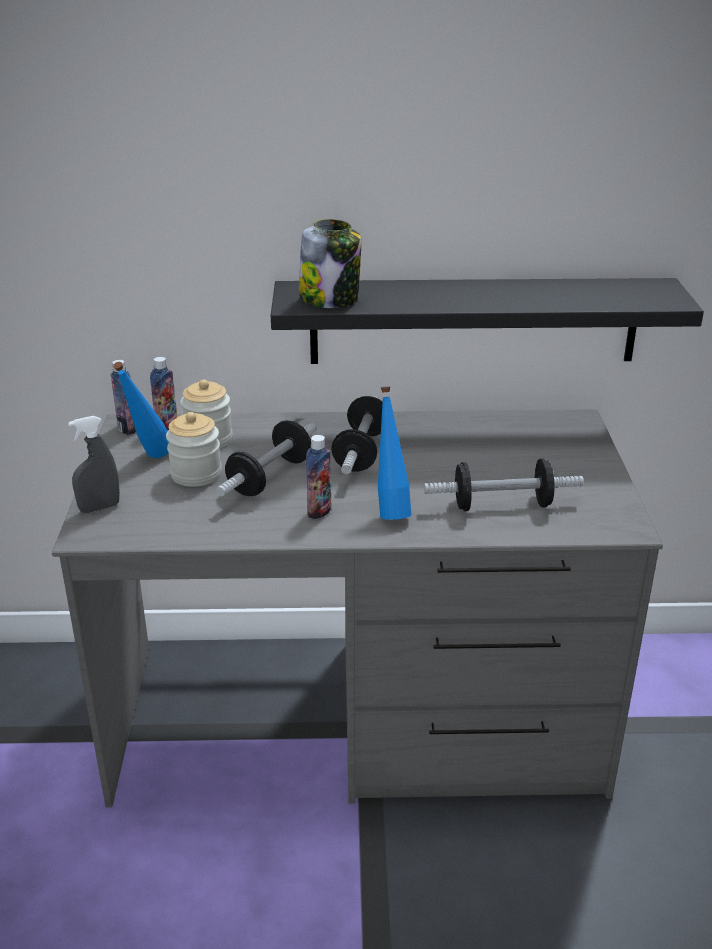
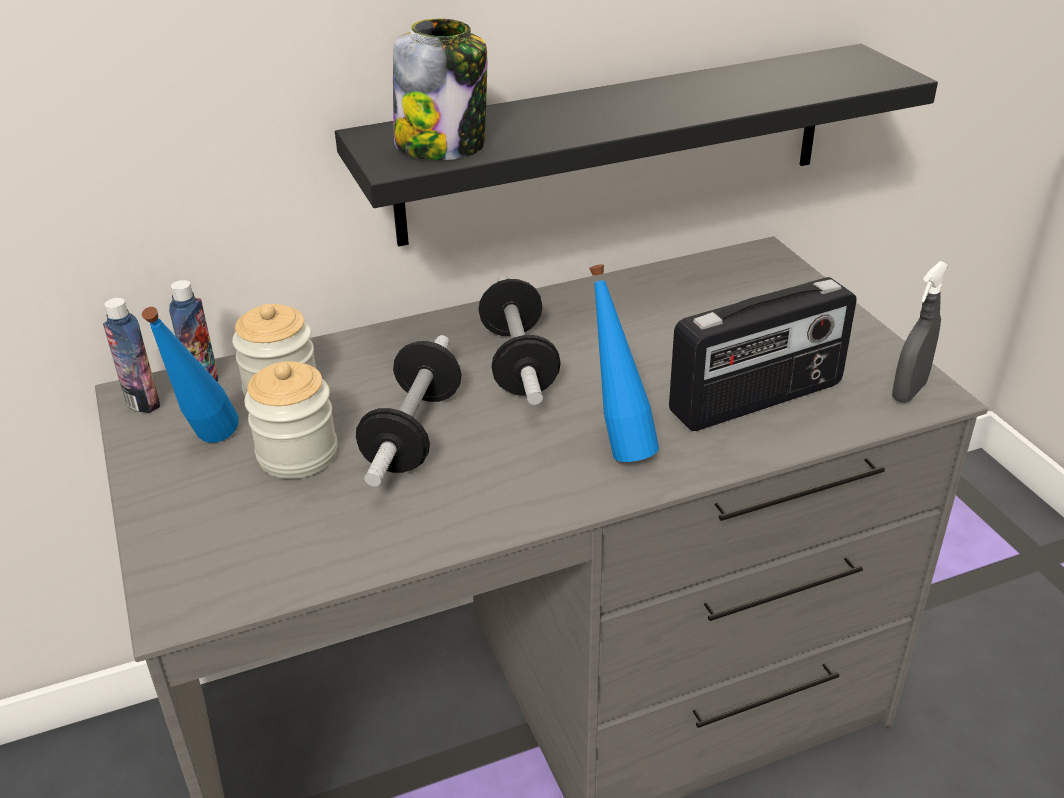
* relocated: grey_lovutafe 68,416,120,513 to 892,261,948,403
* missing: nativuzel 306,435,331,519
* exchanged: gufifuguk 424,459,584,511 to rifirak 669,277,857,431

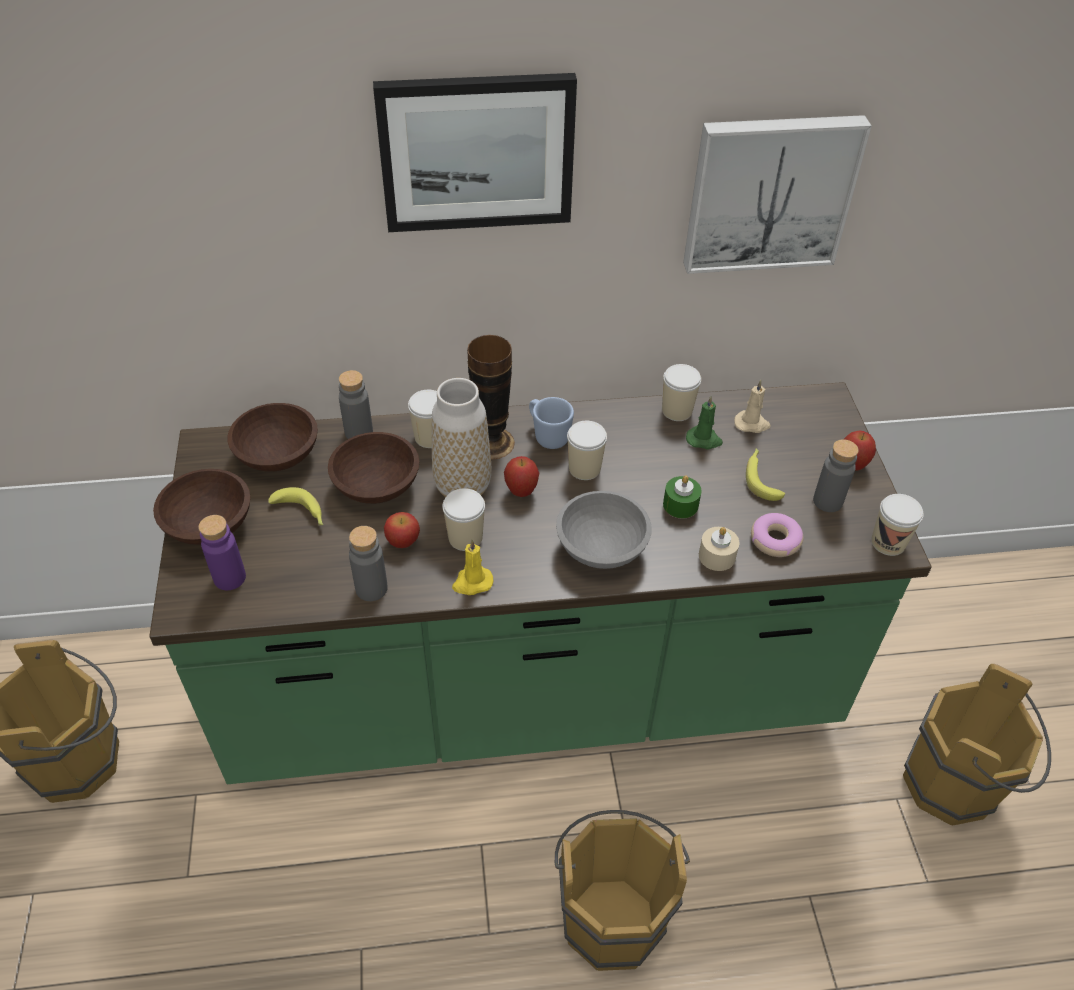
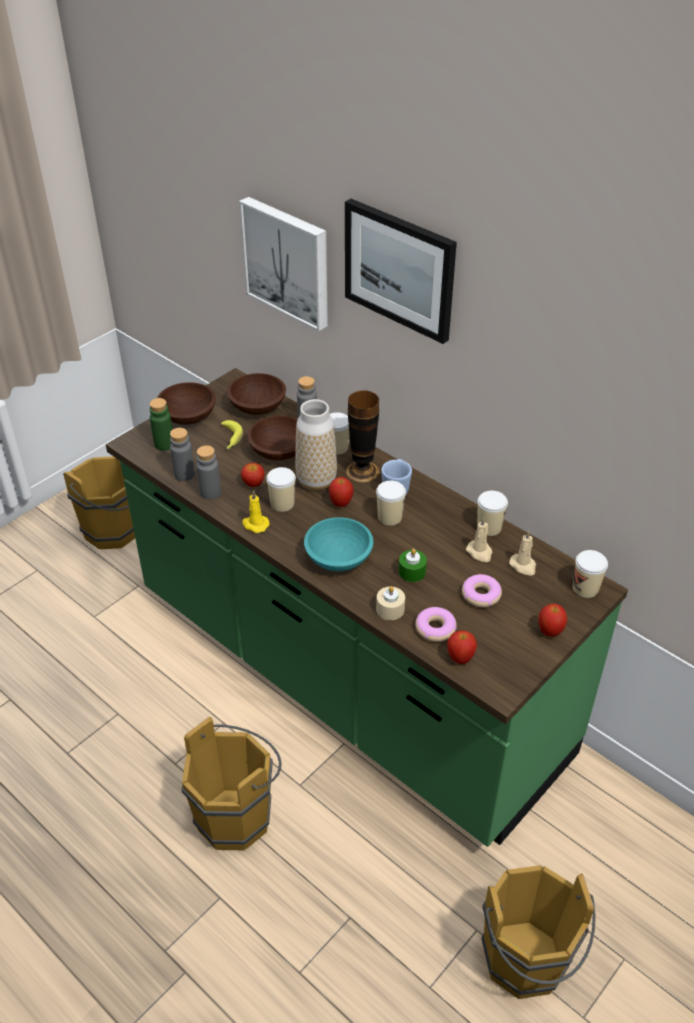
* colour: purple_nativuzel 198,515,246,590 to green_nativuzel 150,398,173,451
* colour: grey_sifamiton 556,491,652,569 to turquoise_sifamiton 304,517,373,571
* relocated: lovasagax 683,115,872,274 to 239,197,328,331
* colour: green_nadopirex 686,396,723,450 to beige_nadopirex 466,517,492,562
* exchanged: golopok 746,448,785,501 to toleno 462,574,502,607
* relocated: grey_nativuzel 813,439,859,512 to 170,428,195,481
* relocated: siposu 871,494,924,556 to 573,550,608,598
* appeared: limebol 447,631,477,664

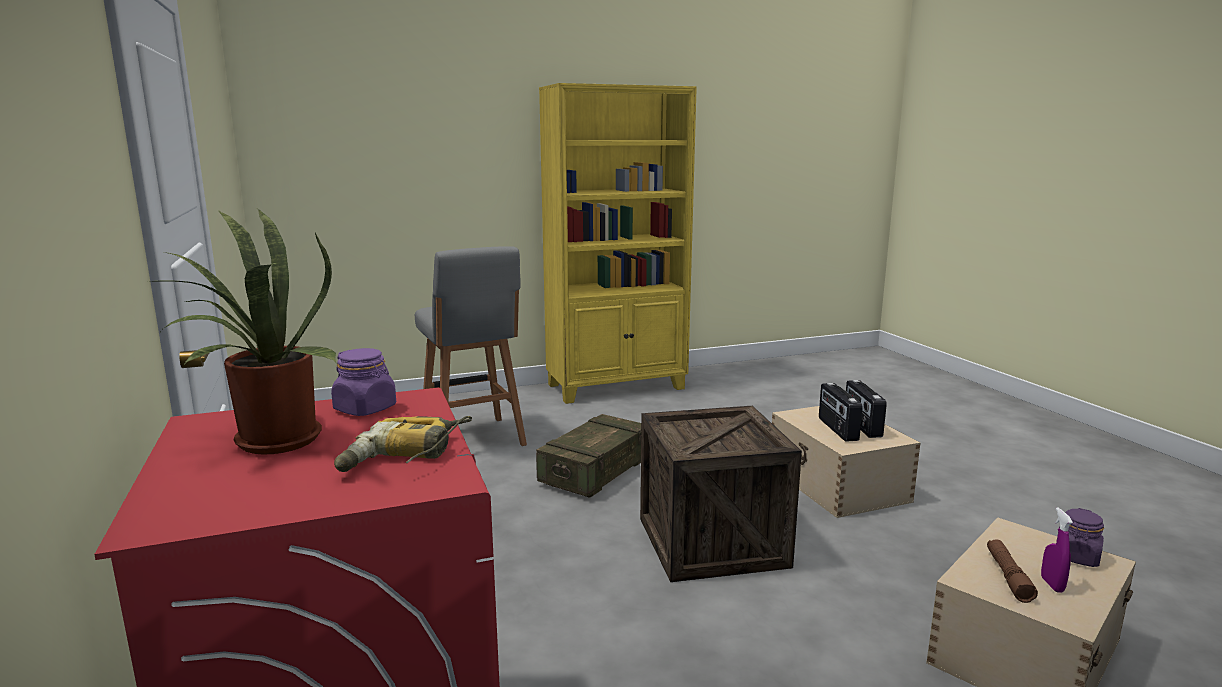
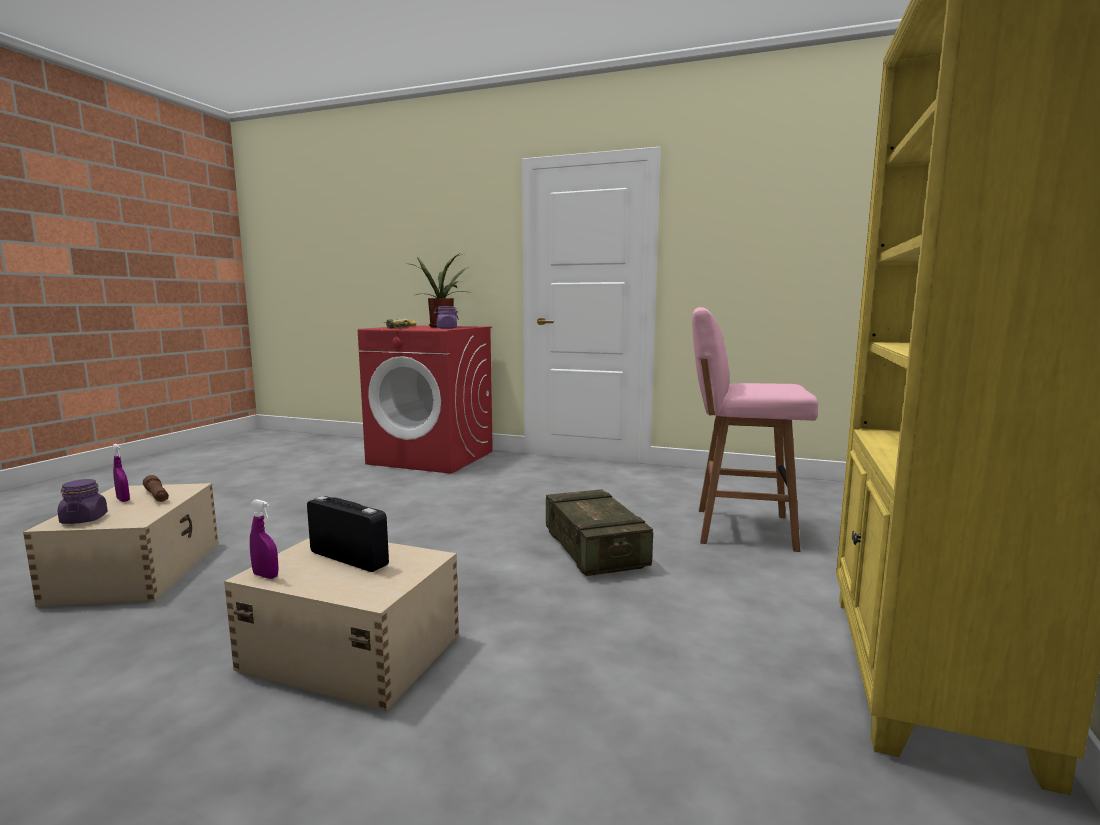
* colour: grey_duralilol 415,246,527,446 to pink_duralilol 692,307,818,552
* missing: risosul 640,406,802,582
* missing: rifirak 846,380,887,438
* appeared: purple_lovutafe 250,499,279,579

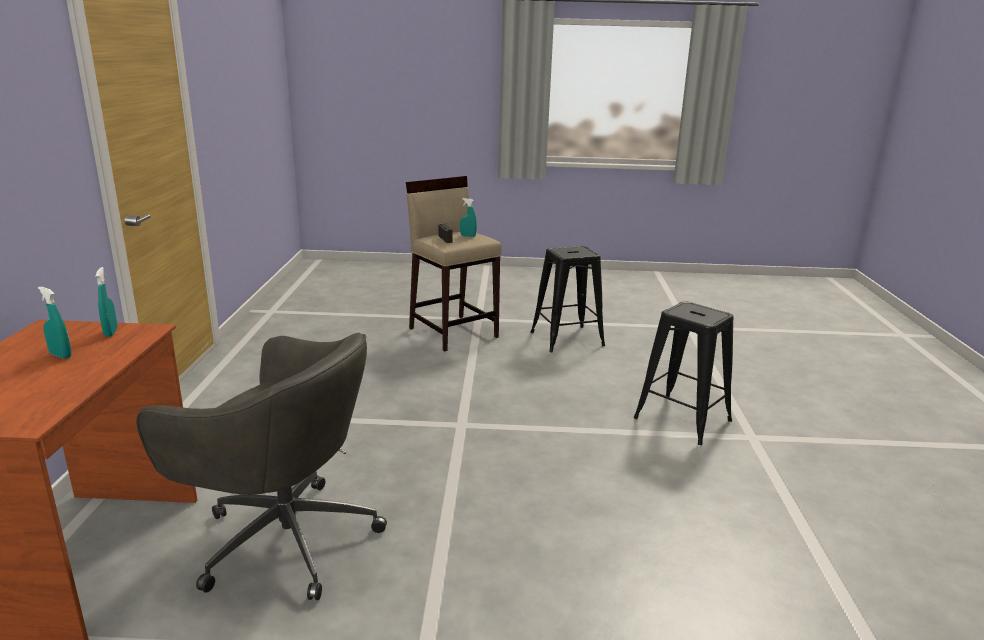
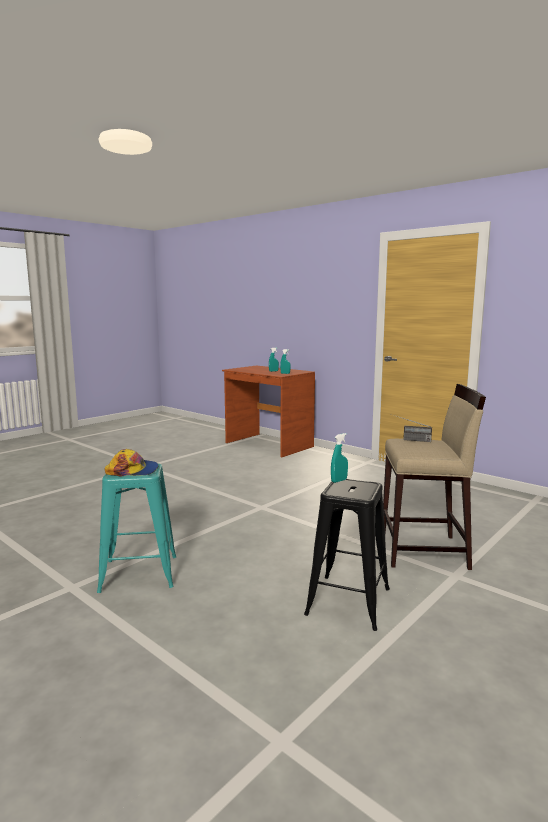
* missing: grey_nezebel 136,333,387,600
* relocated: turquoise_lovutafe 460,198,477,237 to 331,433,348,483
* colour: black_duralilol 633,302,734,445 to turquoise_duralilol 97,464,176,593
* appeared: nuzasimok 105,449,159,477

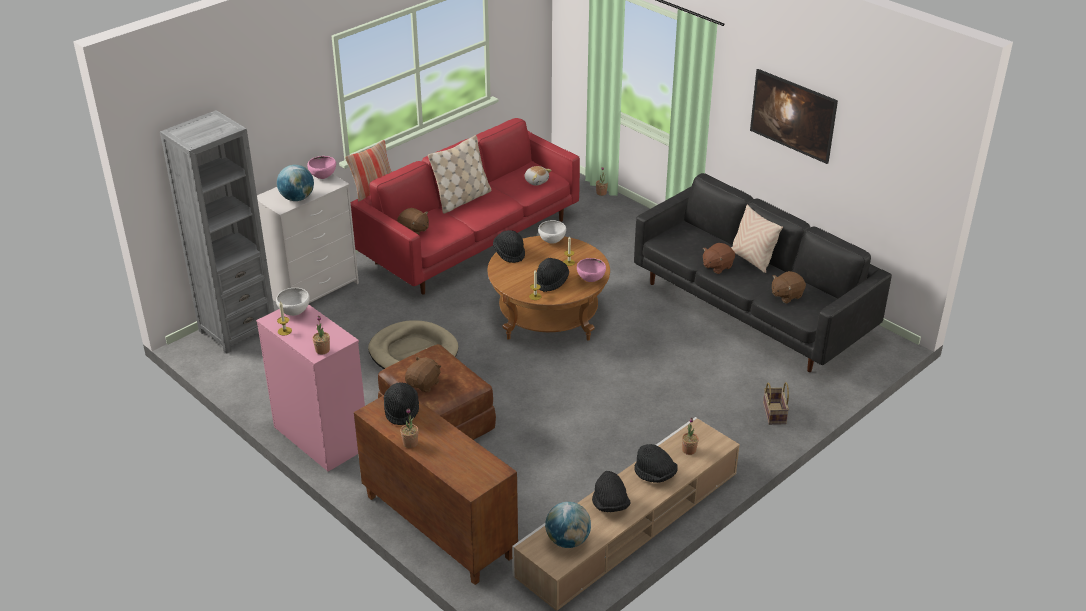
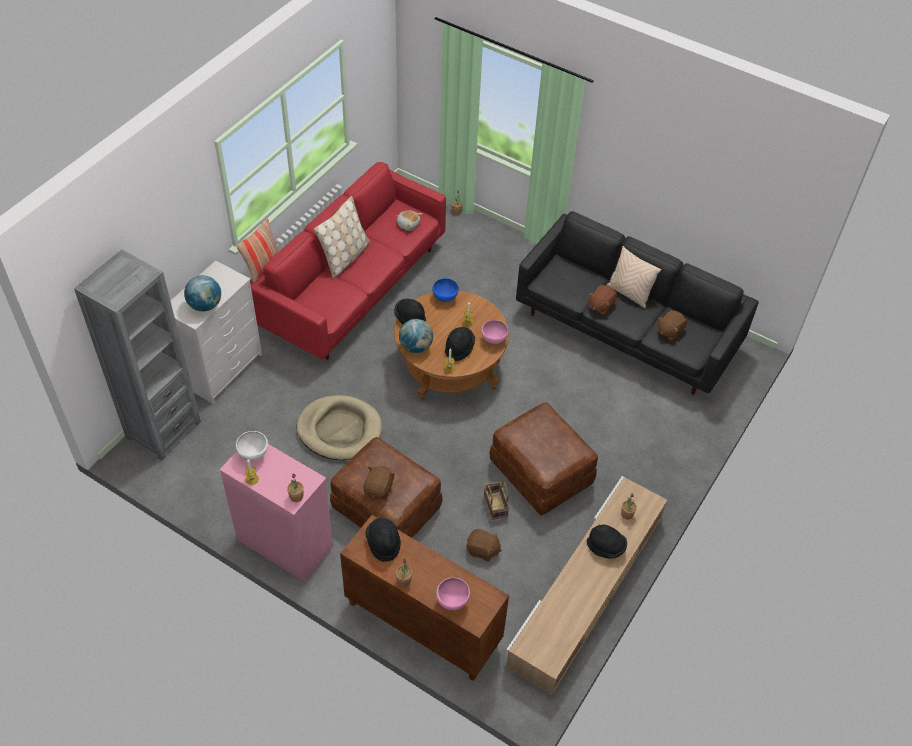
* relocated: pink_sifamiton 307,156,336,179 to 436,577,470,610
* relocated: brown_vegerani 397,208,429,235 to 467,529,502,562
* colour: white_sifamiton 538,220,566,244 to blue_sifamiton 432,278,459,302
* relocated: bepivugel 545,502,591,548 to 399,319,433,353
* missing: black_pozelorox 592,471,631,512
* missing: lovasagax 750,69,838,164
* relocated: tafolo 763,382,789,425 to 484,481,510,520
* appeared: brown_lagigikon 490,402,598,516

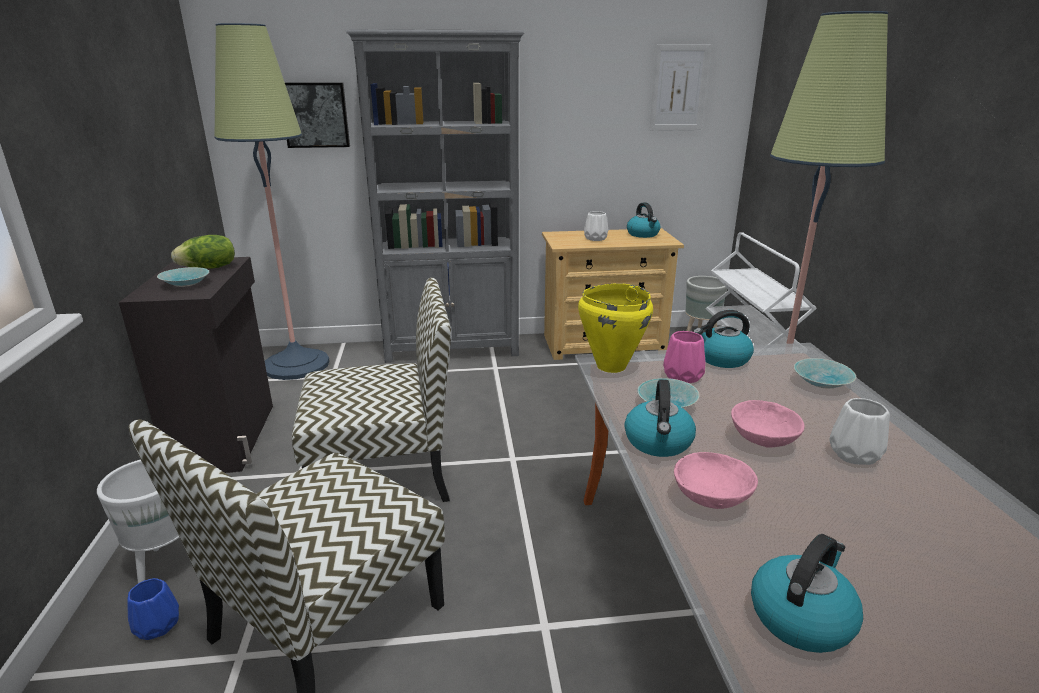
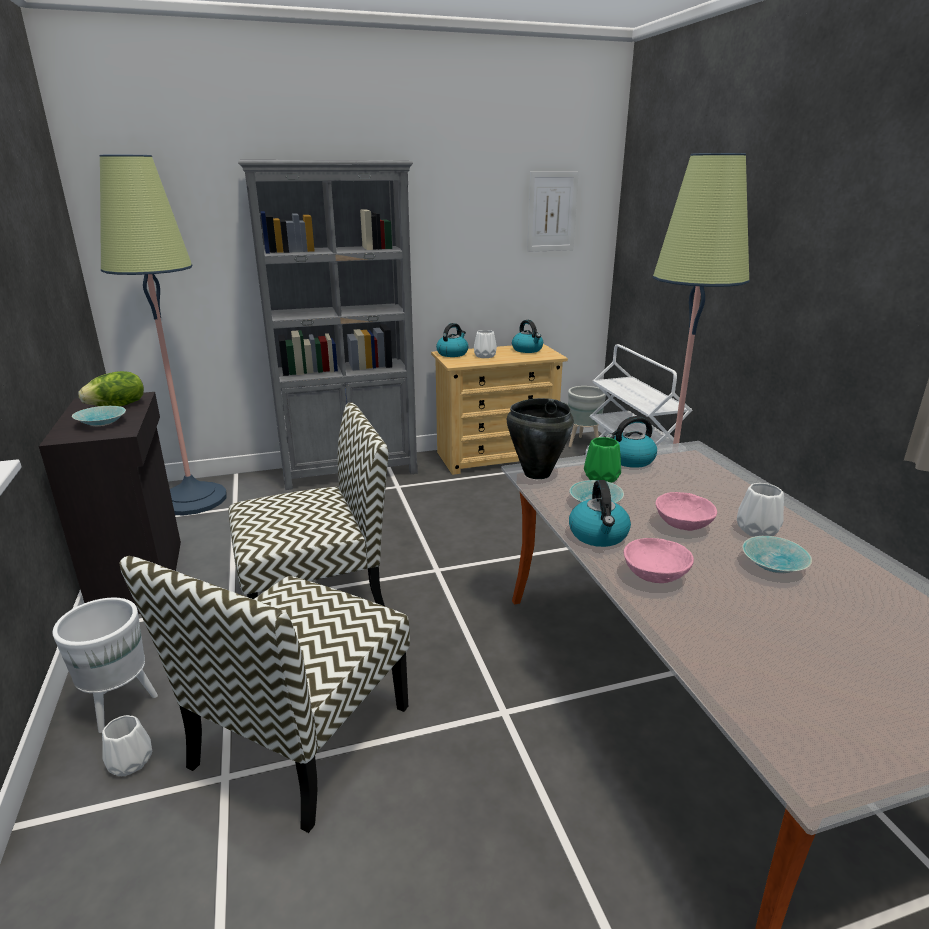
* colour: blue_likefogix 127,578,179,640 to white_likefogix 102,715,153,776
* missing: lovasagax 285,82,350,148
* colour: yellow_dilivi 578,283,653,373 to black_dilivi 507,398,574,479
* colour: pink_likefogix 663,331,705,383 to green_likefogix 584,437,621,483
* relocated: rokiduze 751,534,863,653 to 436,323,468,357
* relocated: turquoise_sifamiton 794,358,856,389 to 742,536,812,573

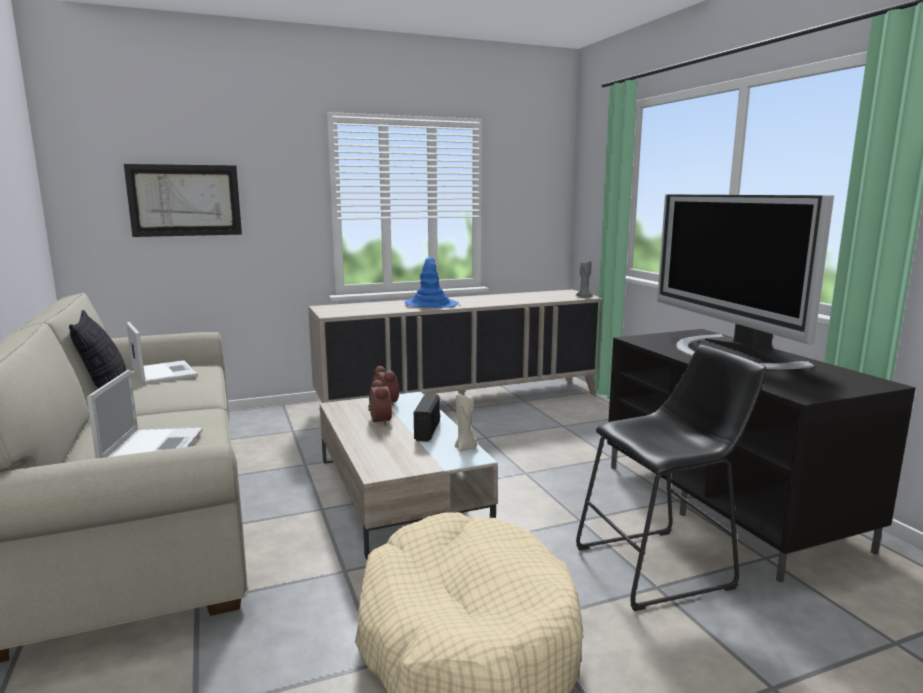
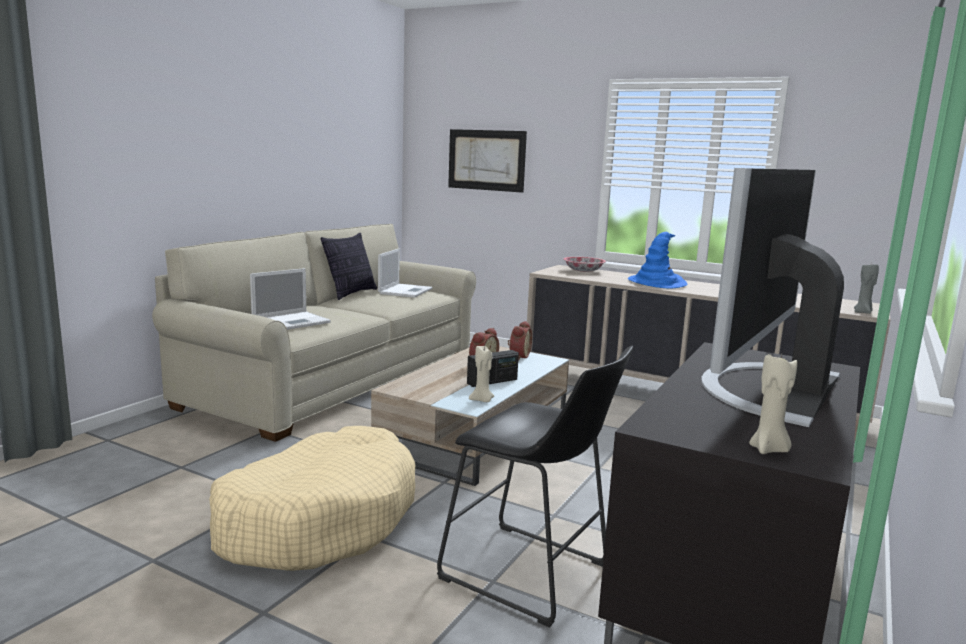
* appeared: sifamiton 563,257,606,272
* appeared: beige_nadopirex 749,354,797,454

